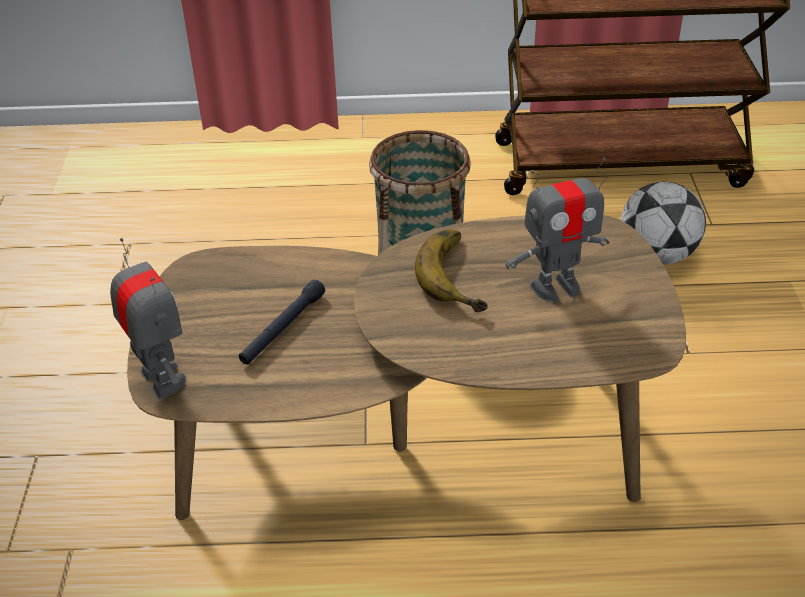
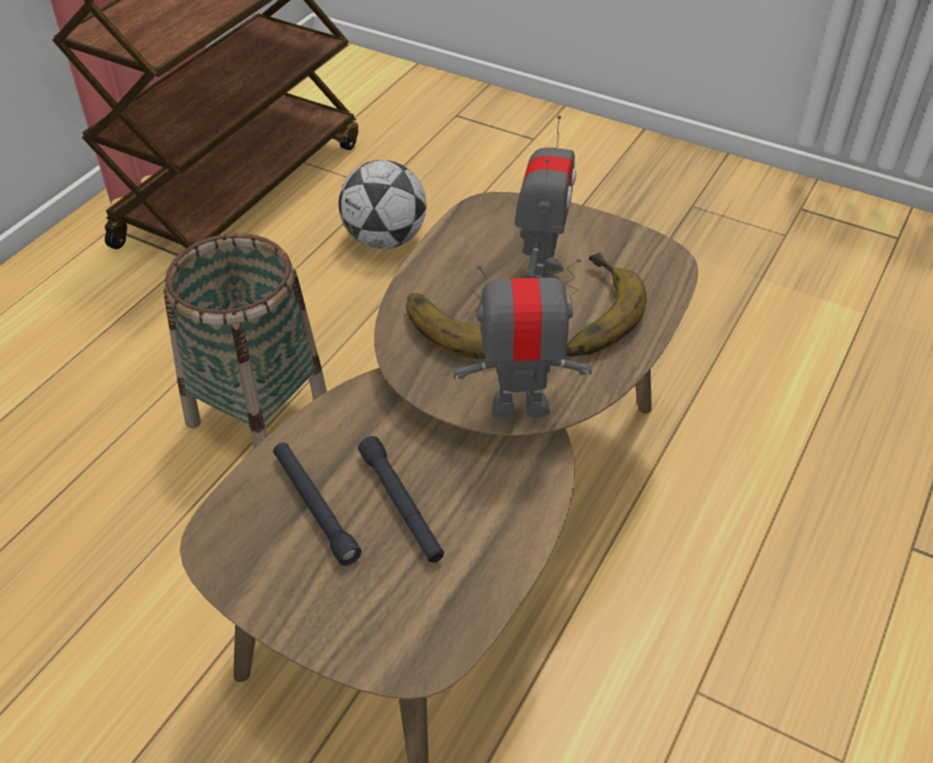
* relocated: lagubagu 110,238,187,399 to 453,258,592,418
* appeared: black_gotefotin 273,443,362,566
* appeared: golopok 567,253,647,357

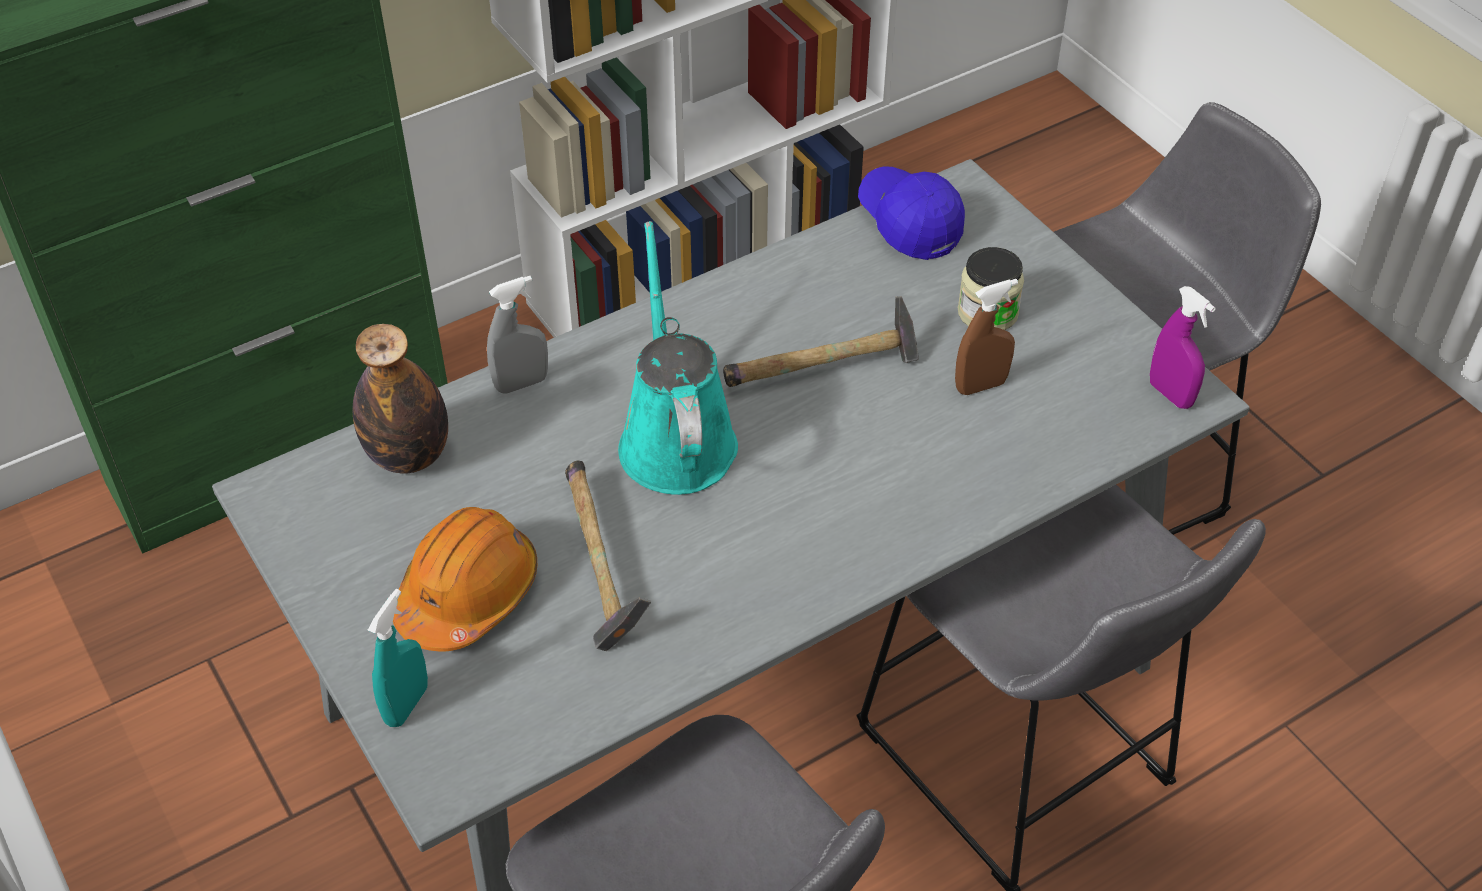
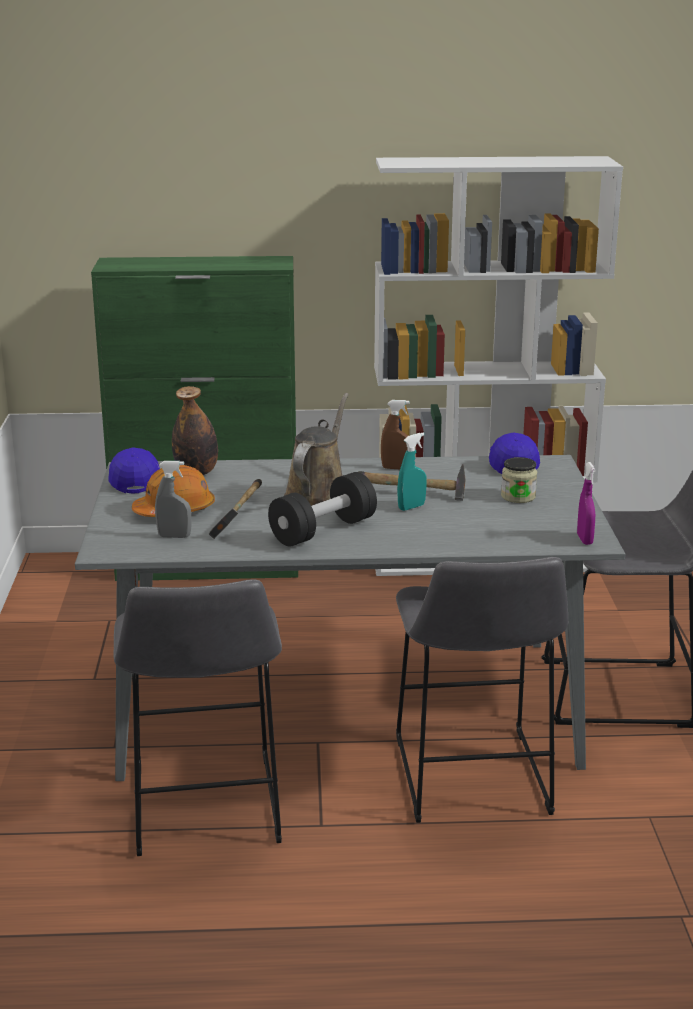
* relocated: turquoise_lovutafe 368,589,428,727 to 397,433,427,511
* relocated: grey_lovutafe 487,276,548,394 to 155,461,191,538
* colour: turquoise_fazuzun 618,221,738,495 to brown_fazuzun 284,393,349,506
* relocated: brown_lovutafe 955,279,1018,395 to 381,400,410,469
* appeared: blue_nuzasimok 108,447,160,493
* appeared: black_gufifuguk 268,472,377,546

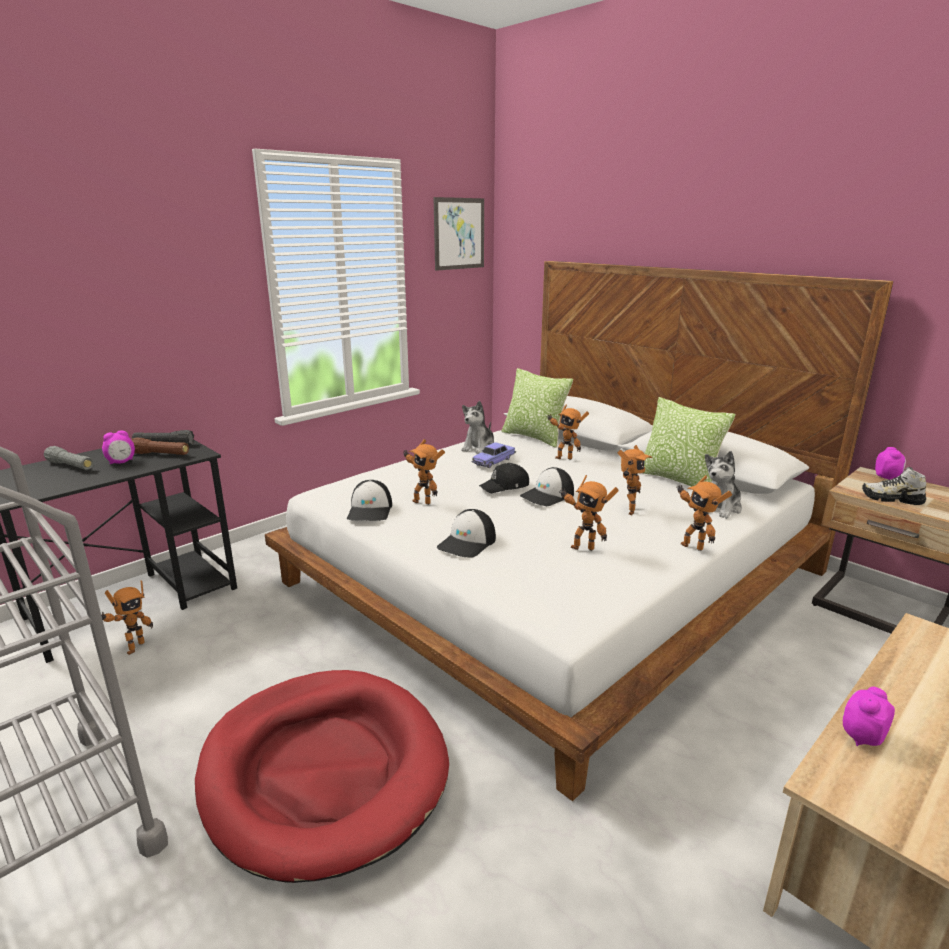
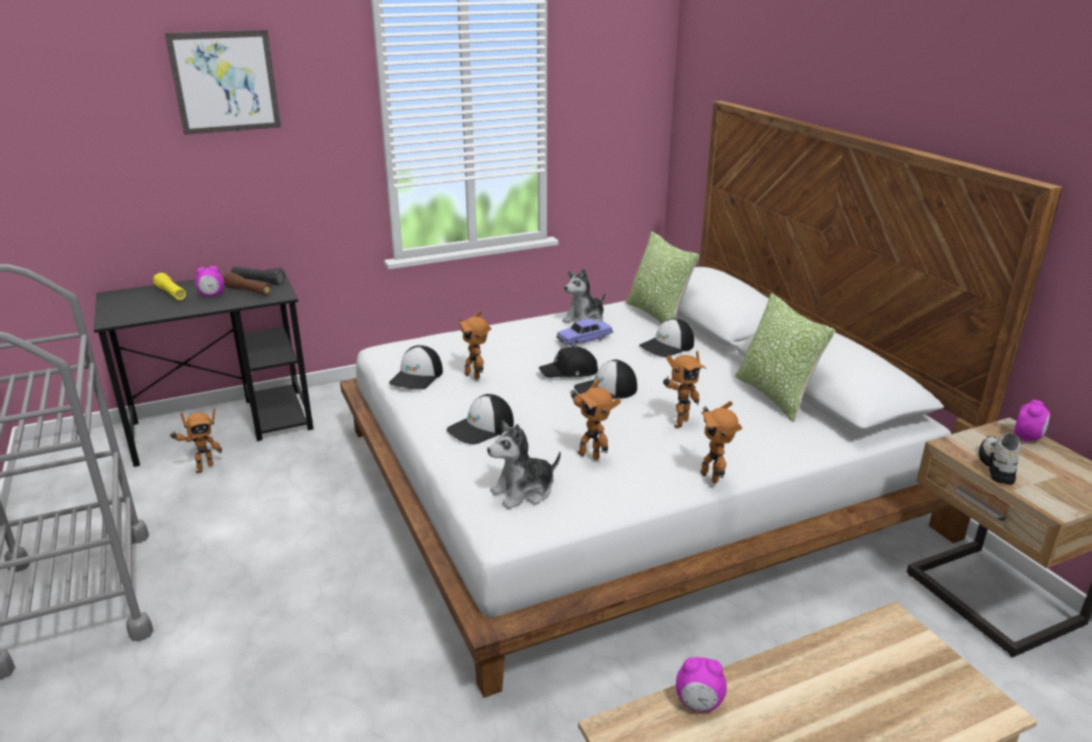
* colour: grey_gotefotin 44,446,94,470 to yellow_gotefotin 153,273,186,300
* missing: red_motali 195,670,449,883
* relocated: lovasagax 433,197,484,271 to 165,30,281,135
* exchanged: lagubagu 548,404,589,460 to nuzasimok 639,318,694,357
* relocated: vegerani 705,451,742,519 to 487,421,561,509
* spun: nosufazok 843,687,895,746 = 676,657,727,712 150 degrees counterclockwise
* spun: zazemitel 862,467,926,505 = 979,433,1022,485 60 degrees clockwise

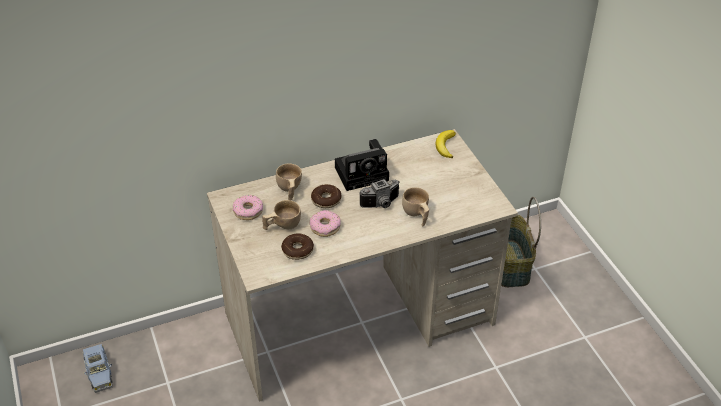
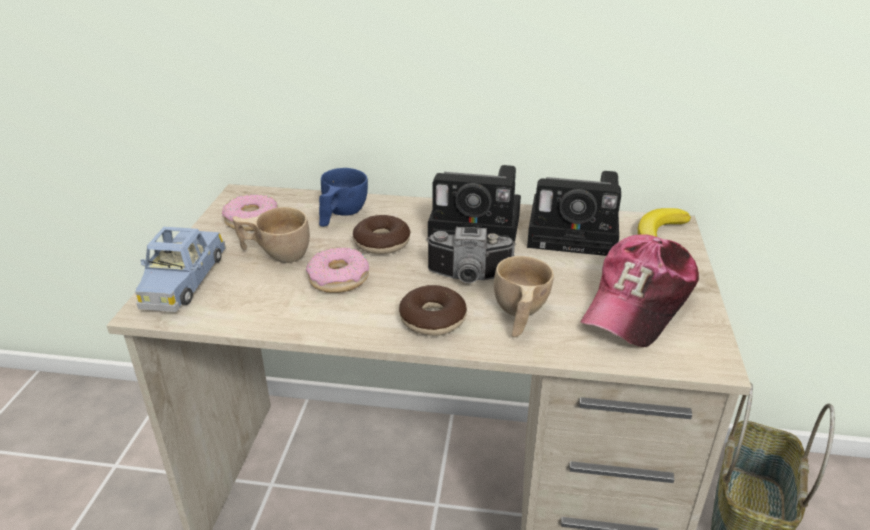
* relocated: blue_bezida 83,344,112,393 to 135,227,226,312
* colour: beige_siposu 276,163,302,201 to blue_siposu 319,168,368,227
* relocated: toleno 281,233,314,260 to 399,285,467,336
* appeared: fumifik 527,171,621,256
* appeared: nuzasimok 580,234,699,347

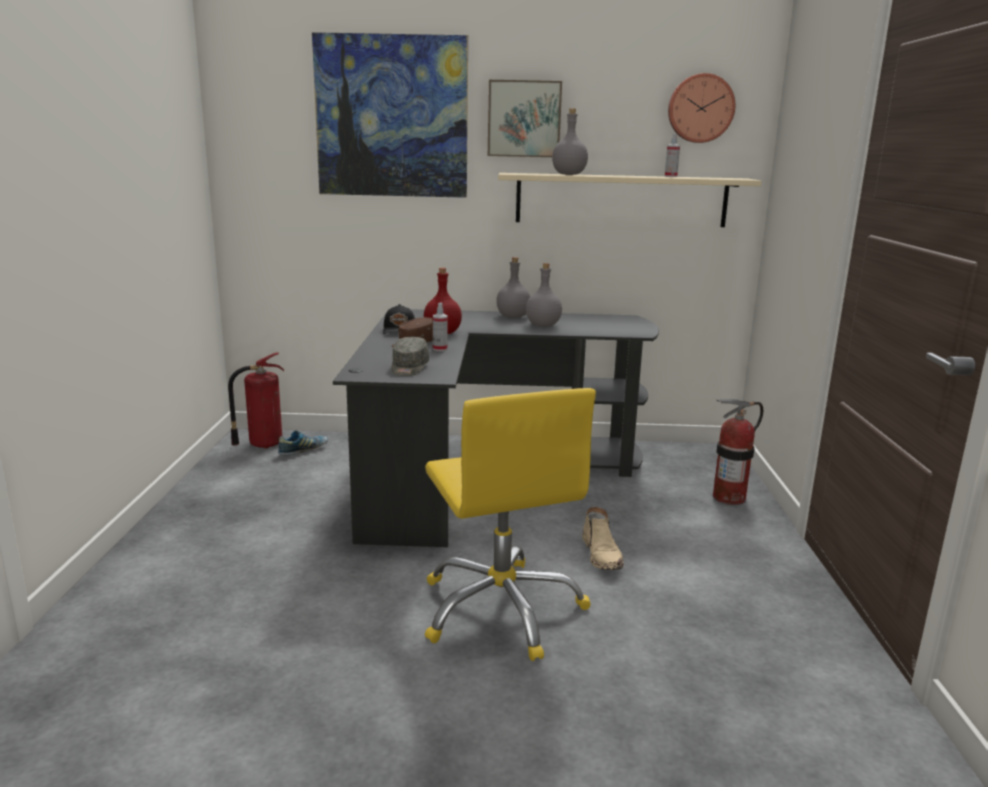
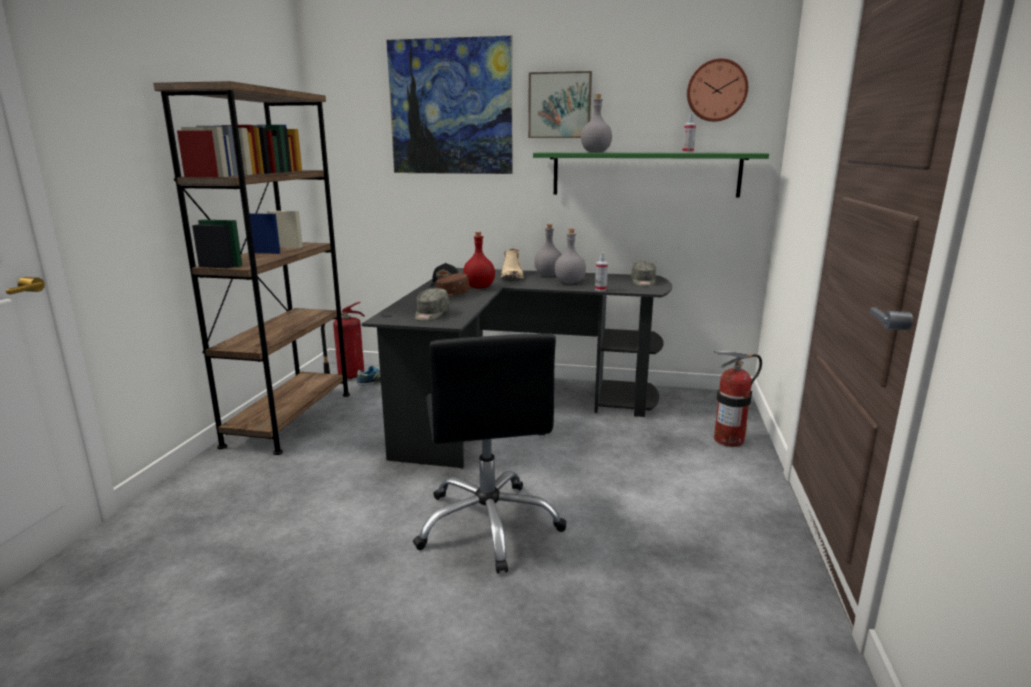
* colour: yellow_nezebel 424,388,596,661 to black_nezebel 413,333,566,574
* relocated: lovutafe 433,303,448,351 to 595,252,608,291
* colour: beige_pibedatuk 498,173,762,227 to green_pibedatuk 533,152,769,197
* relocated: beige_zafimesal 582,507,624,570 to 501,249,524,279
* appeared: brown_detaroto 153,81,350,455
* appeared: grey_nuzasimok 631,261,656,286

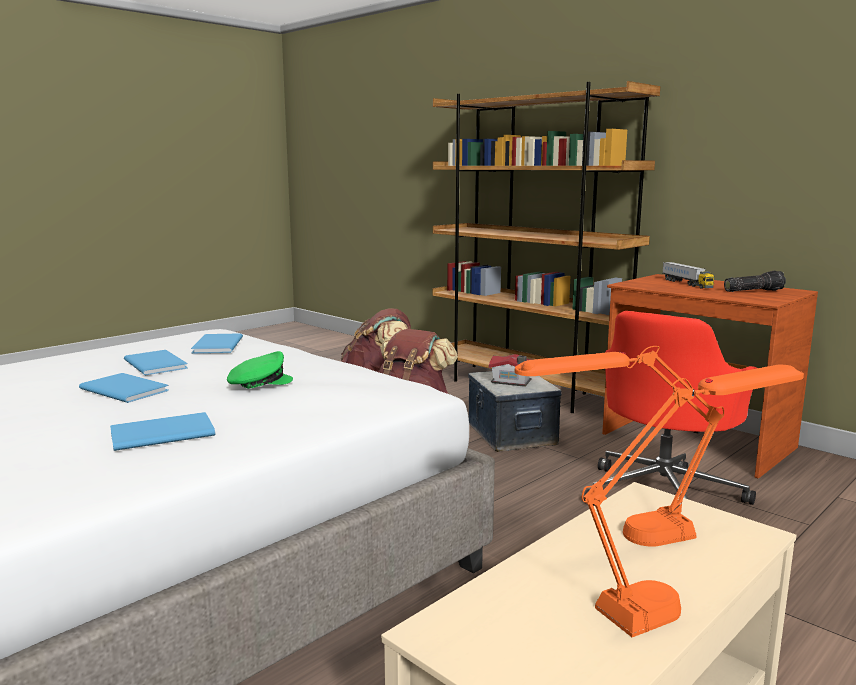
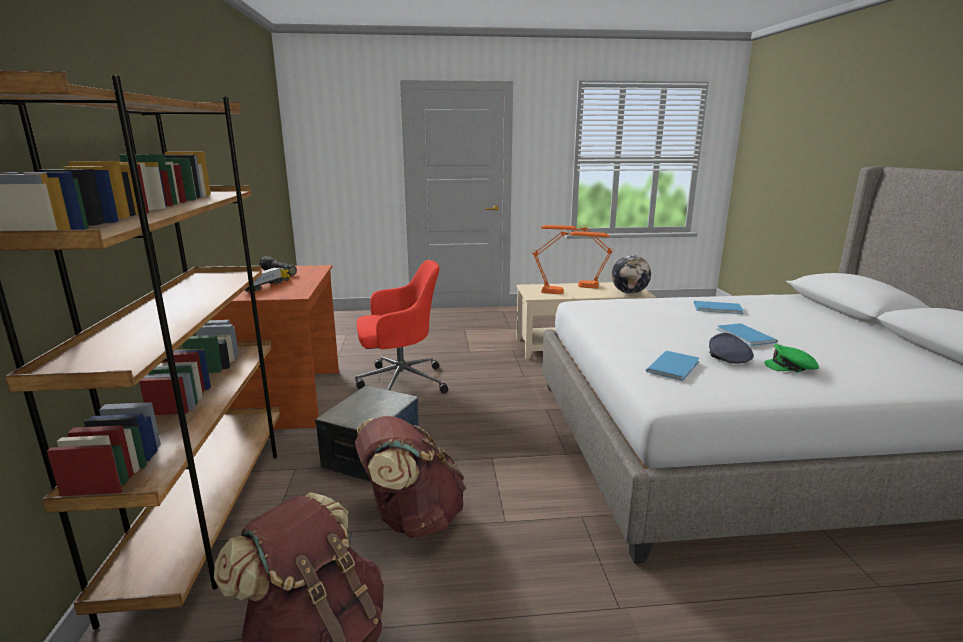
* exchanged: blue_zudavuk 124,350,188,375 to grey_nuzasimok 709,333,754,363
* relocated: green_nuzasimok 227,351,293,389 to 764,344,819,372
* missing: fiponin 489,354,532,387
* appeared: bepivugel 612,255,651,294

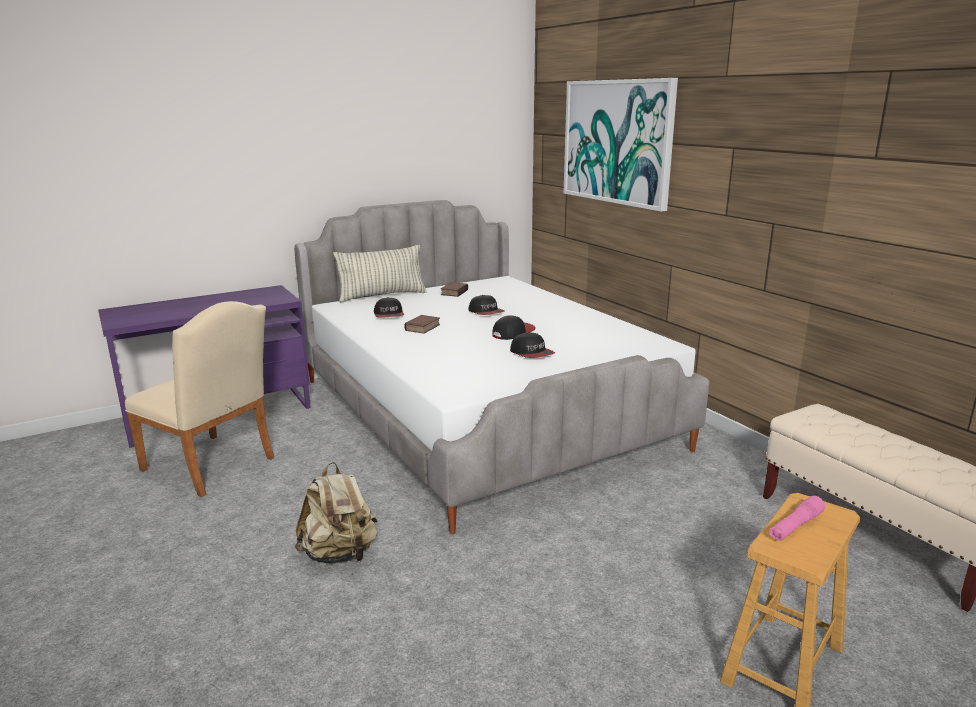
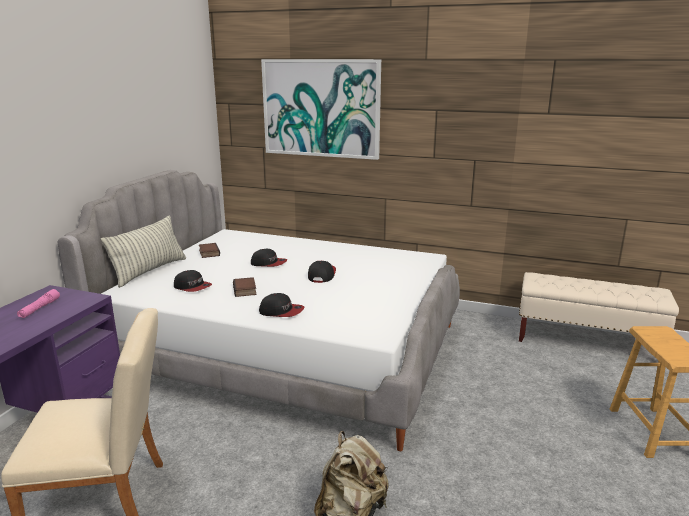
* relocated: nuzasimok 510,333,555,358 to 259,293,304,317
* relocated: pink_gotefotin 769,496,825,541 to 17,289,60,318

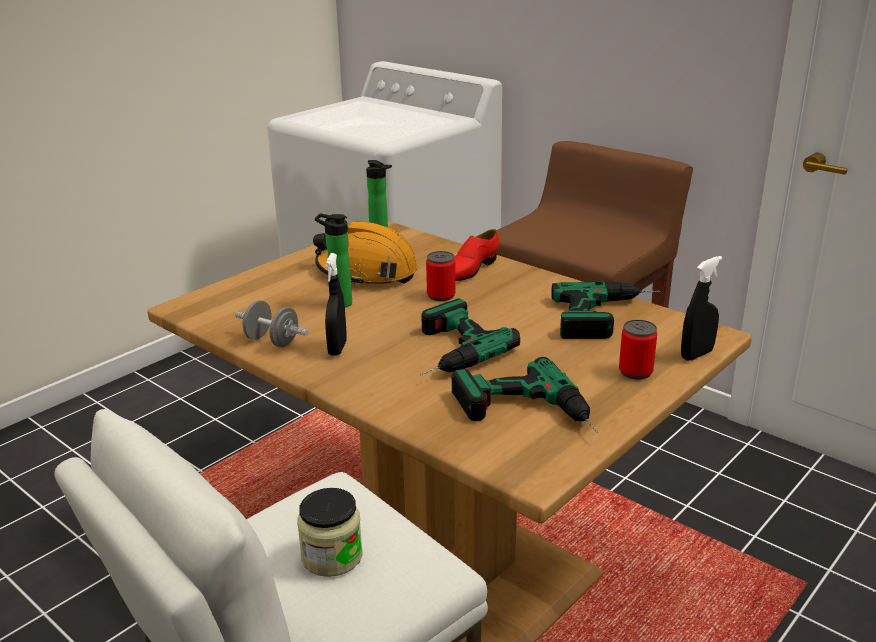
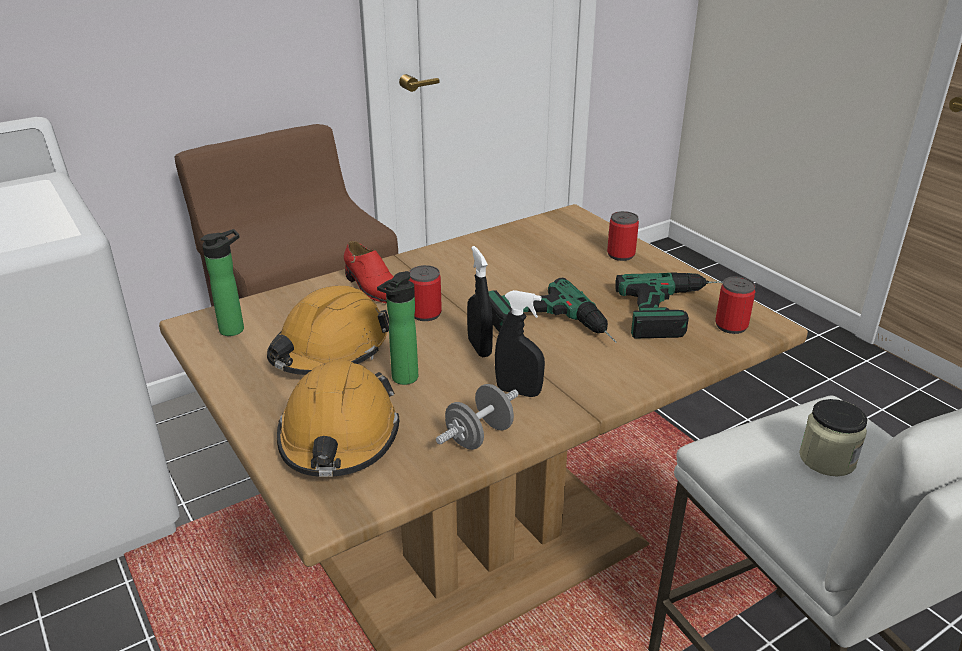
* missing: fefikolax 551,282,661,339
* relocated: black_lovutafe 681,256,723,361 to 467,246,493,357
* appeared: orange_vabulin 277,360,400,477
* appeared: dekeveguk 715,276,756,334

